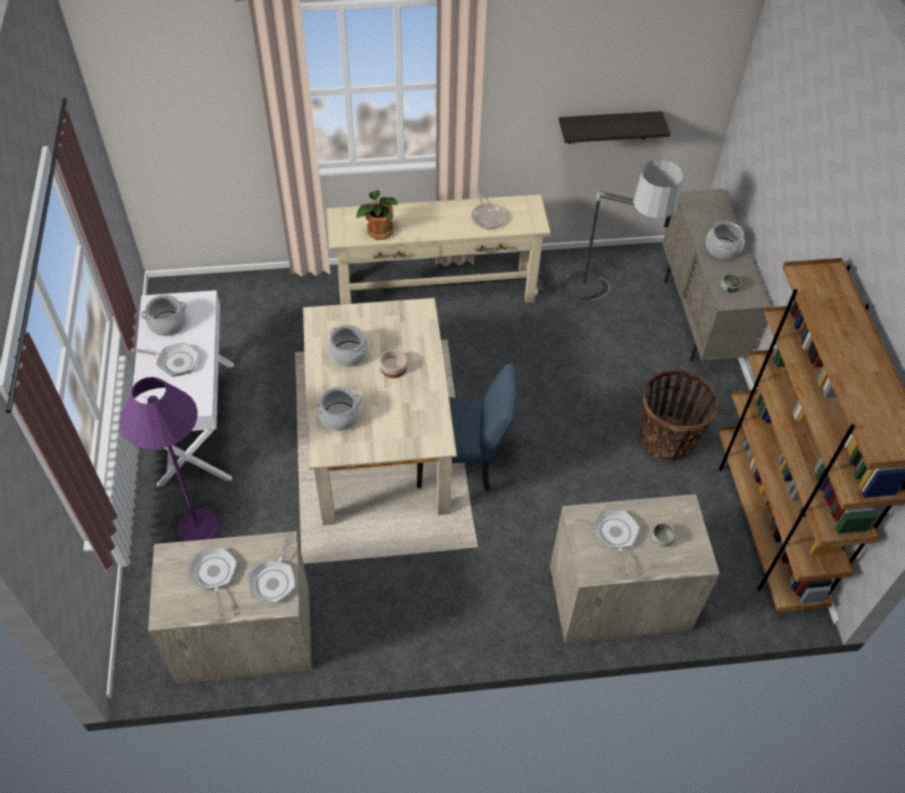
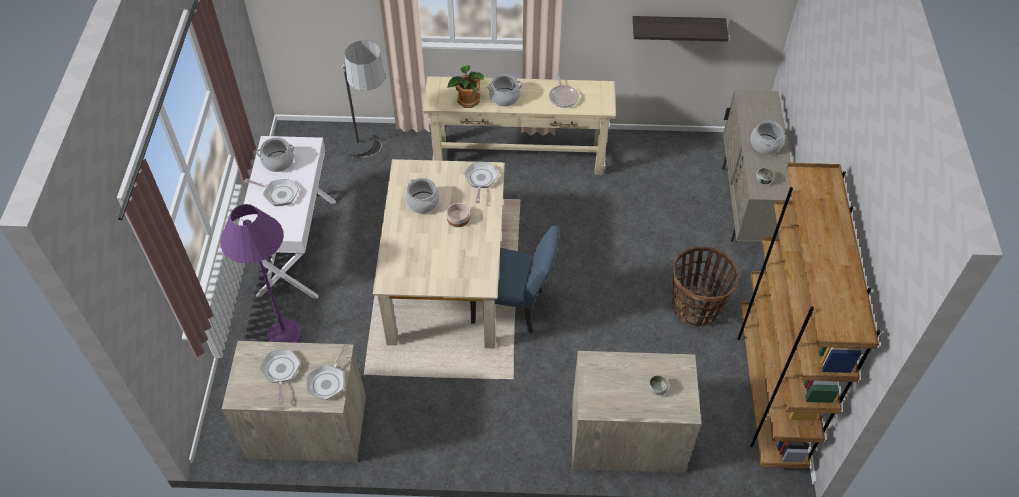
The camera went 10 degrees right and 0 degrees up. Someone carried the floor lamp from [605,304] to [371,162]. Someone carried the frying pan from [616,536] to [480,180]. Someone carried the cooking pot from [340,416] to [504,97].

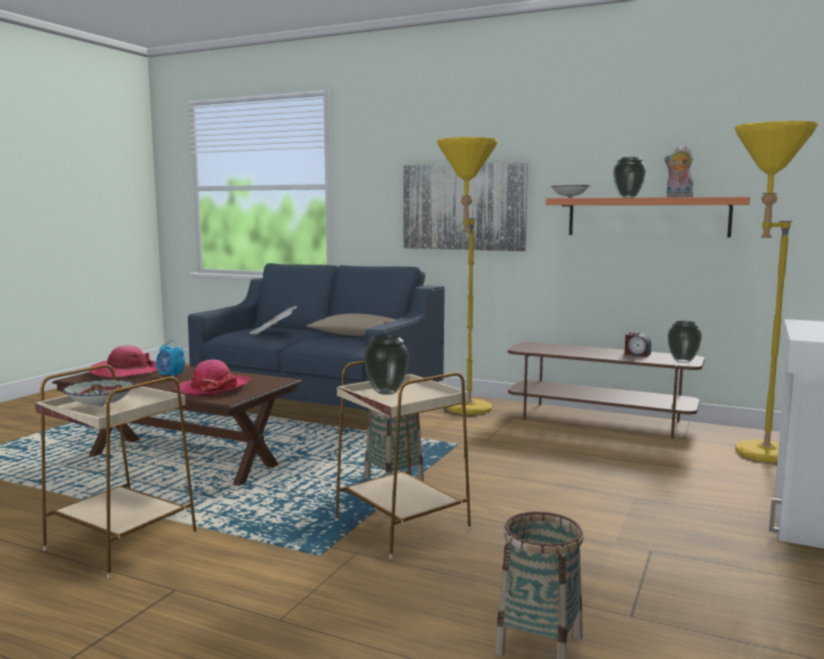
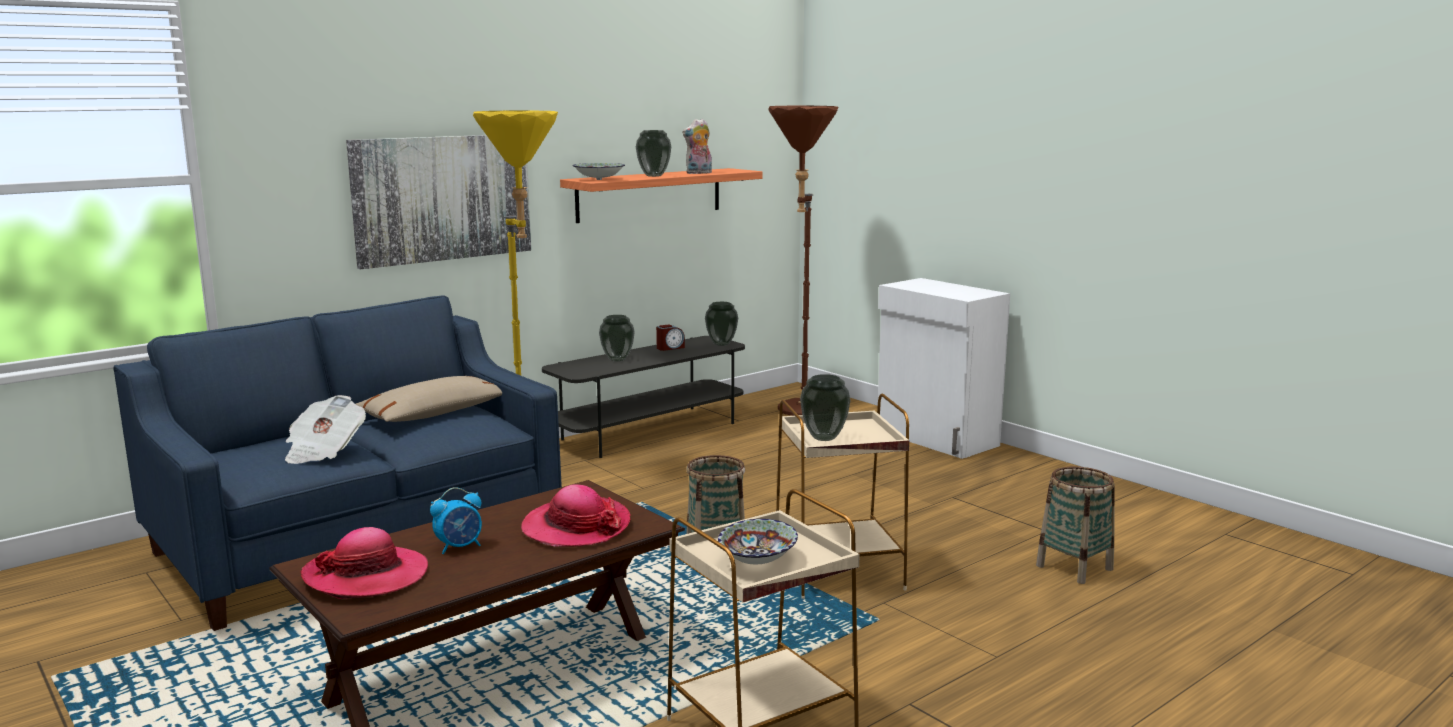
The camera went 65 degrees left and 5 degrees up. Someone repainted the tv stand (brown) at [601,420], which became the tv stand (grey) at [649,431]. Someone put down the vase at [617,360]. Someone repainted the floor lamp (yellow) at [753,453], which became the floor lamp (brown) at [799,413].

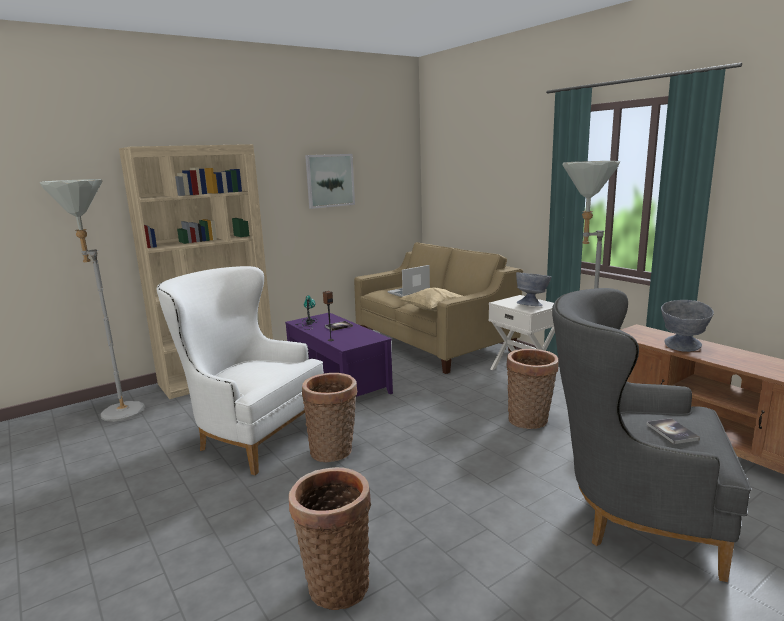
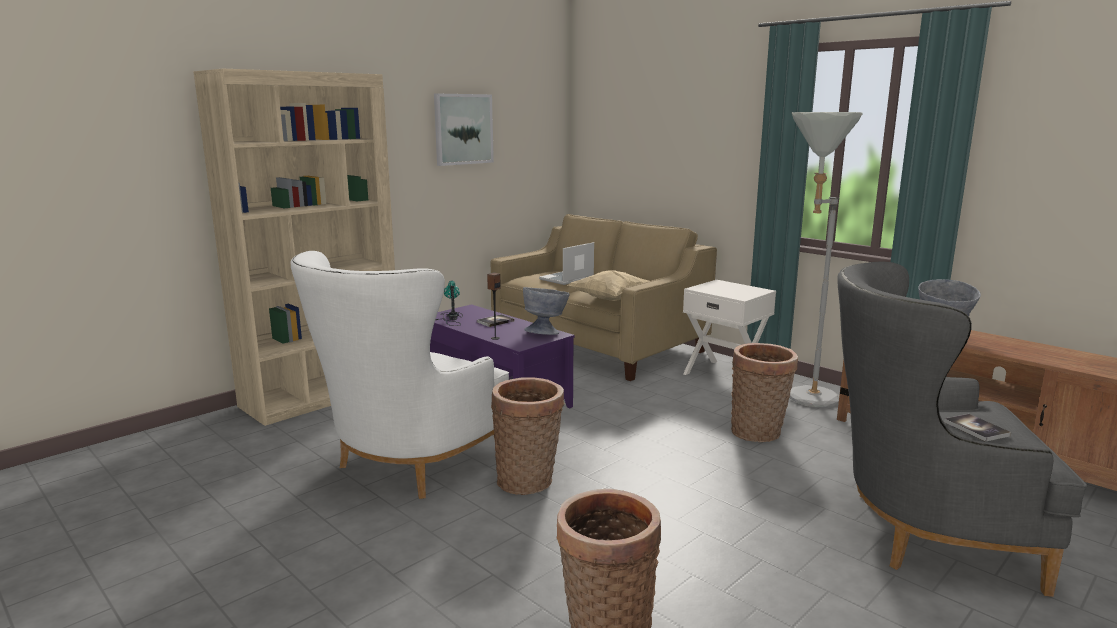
The camera went 10 degrees left and 0 degrees up. Someone rotated the armchair (white) at [250,435] by 75 degrees counterclockwise. Someone carried the bowl (grey) from [532,305] to [546,332]. Someone took away the floor lamp (grey) at [117,411].

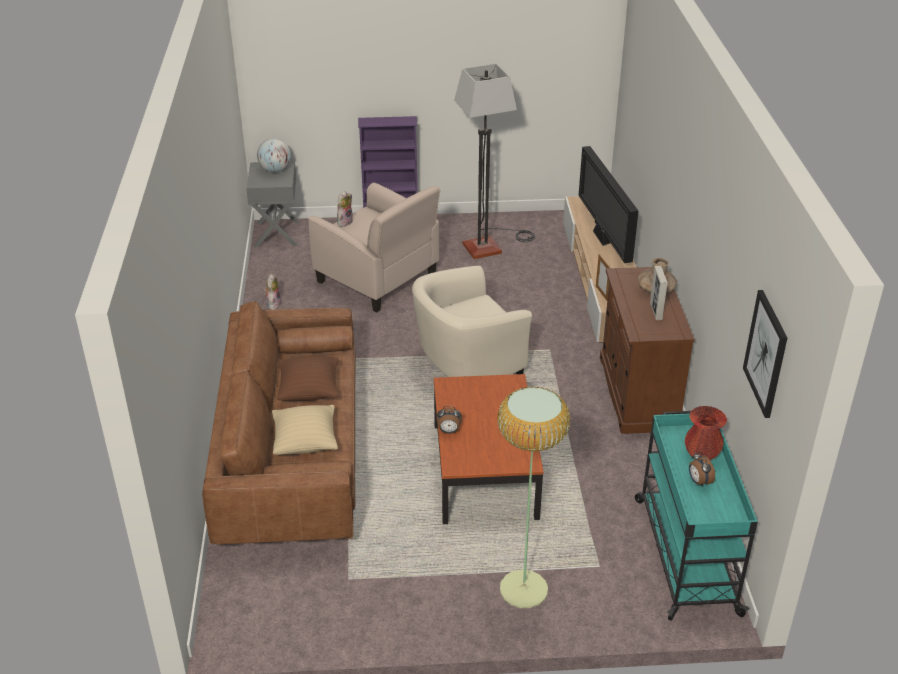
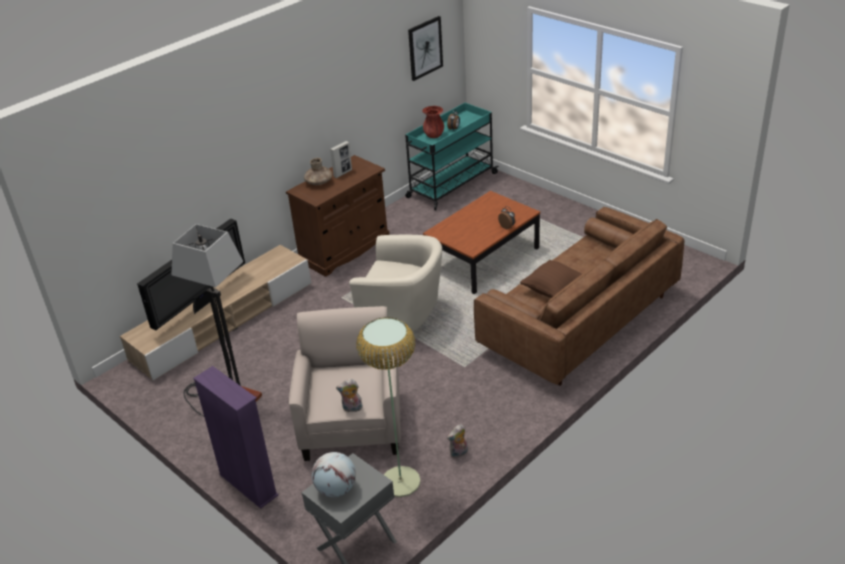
The camera went 130 degrees left and 0 degrees up. Someone carried the floor lamp from [523,589] to [401,481]. Someone took away the pillow (beige) at [305,443]. Someone took away the picture frame at [601,293].

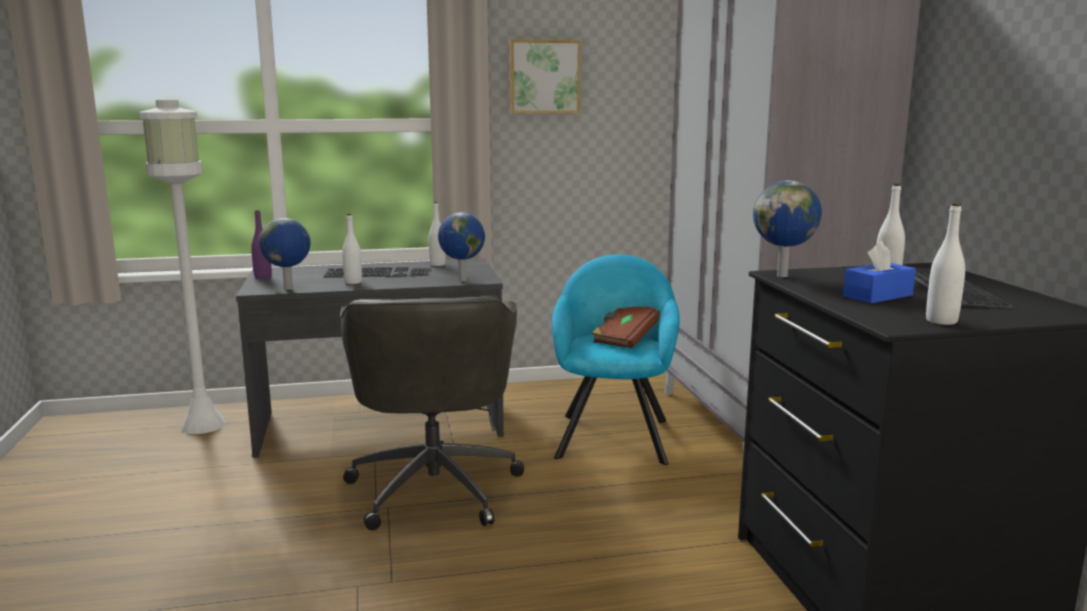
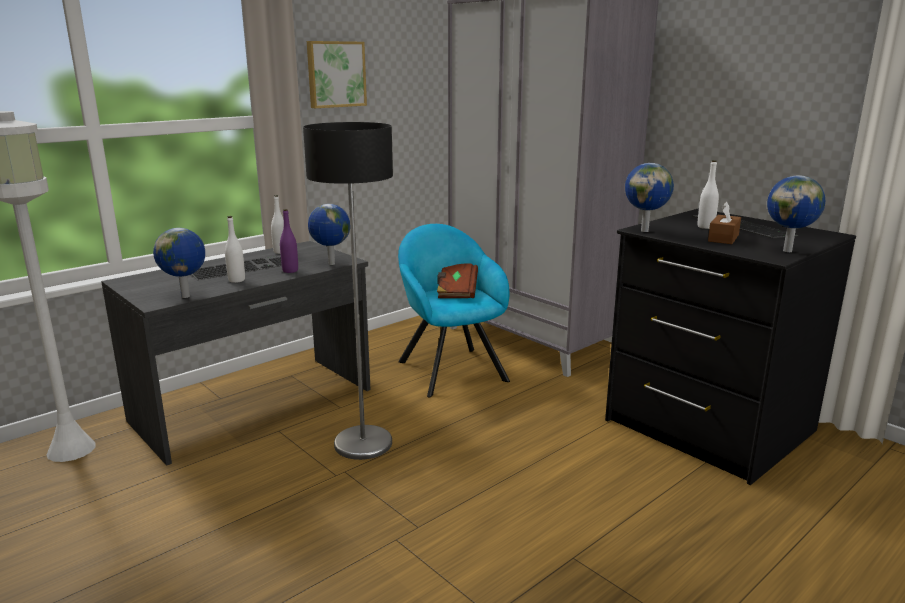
The camera went 30 degrees left and 5 degrees up. Someone carried the bottle (purple) from [263,277] to [290,271]. Someone swapped the office chair (grey) at [434,486] for the floor lamp at [363,444]. Someone repainted the tissue box (blue) at [877,296], which became the tissue box (brown) at [723,238]. Someone swapped the bottle (white) at [941,321] for the globe at [788,251].

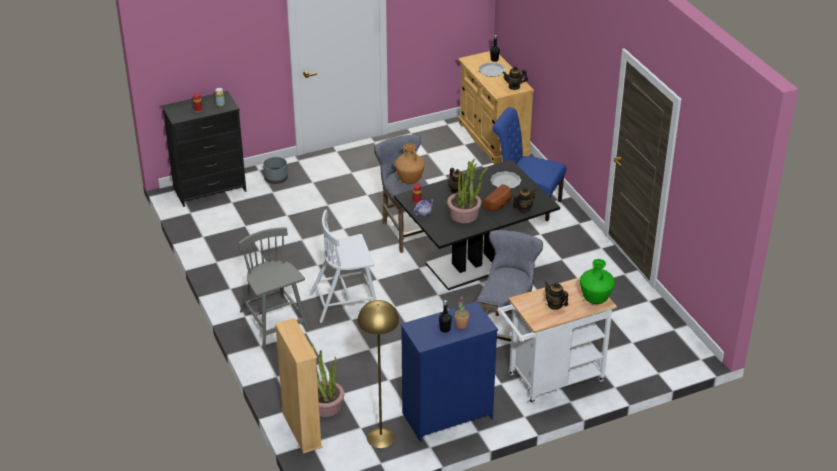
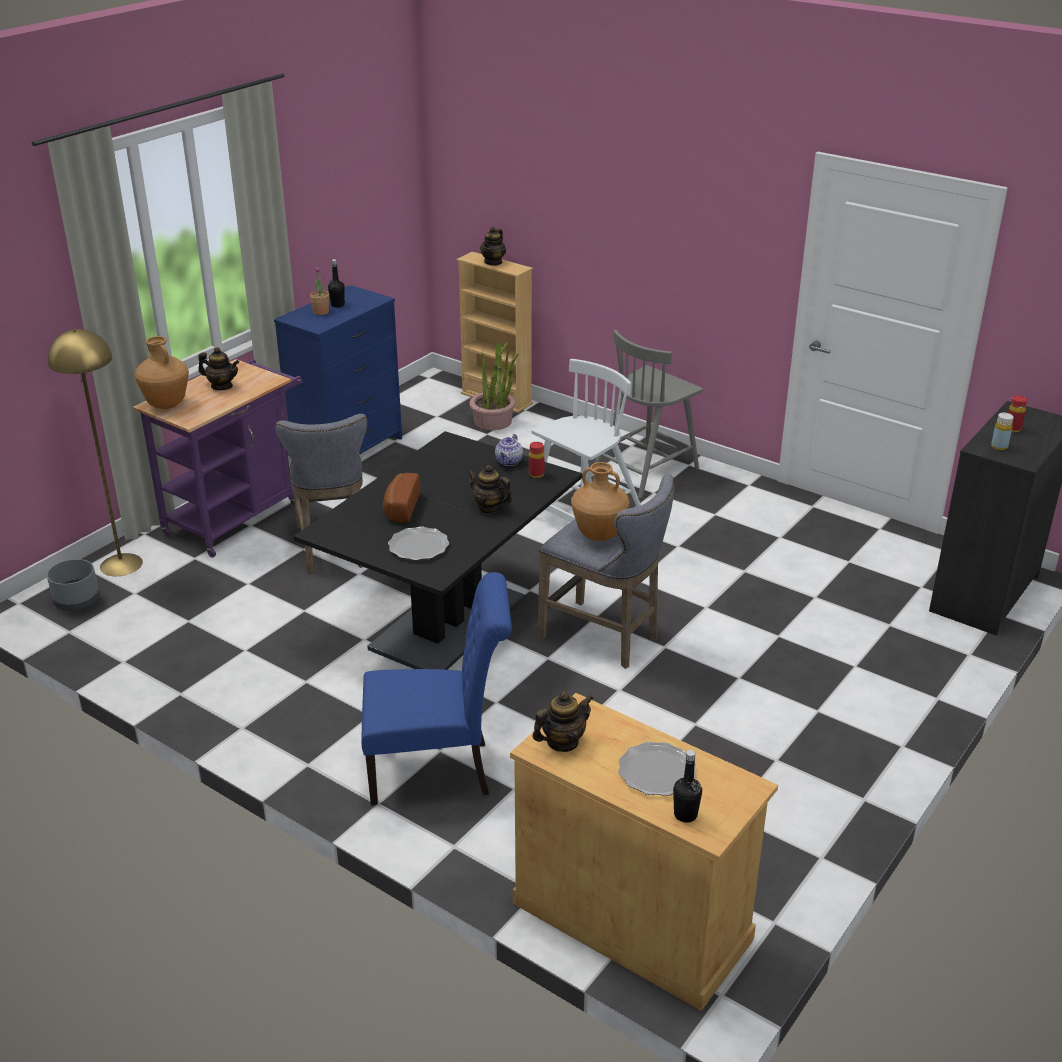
The camera went 150 degrees right and 5 degrees down. Someone carried the planter (grey) from [276,179] to [76,601]. Someone carried the floor lamp (yellow) from [381,437] to [121,564]. Someone repainted the cart (white) at [550,380], which became the cart (purple) at [238,516]. Someone repainted the vase (green) at [595,299], which became the vase (brown) at [167,405]. Someone carried the teapot from [523,209] to [493,262]. Someone rotated the chair (grey) at [274,322] by 105 degrees clockwise. Someone took away the potted plant at [464,214].

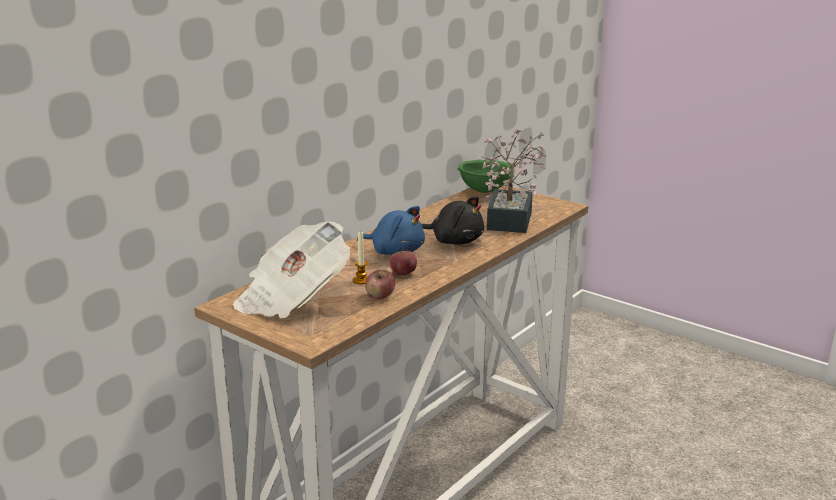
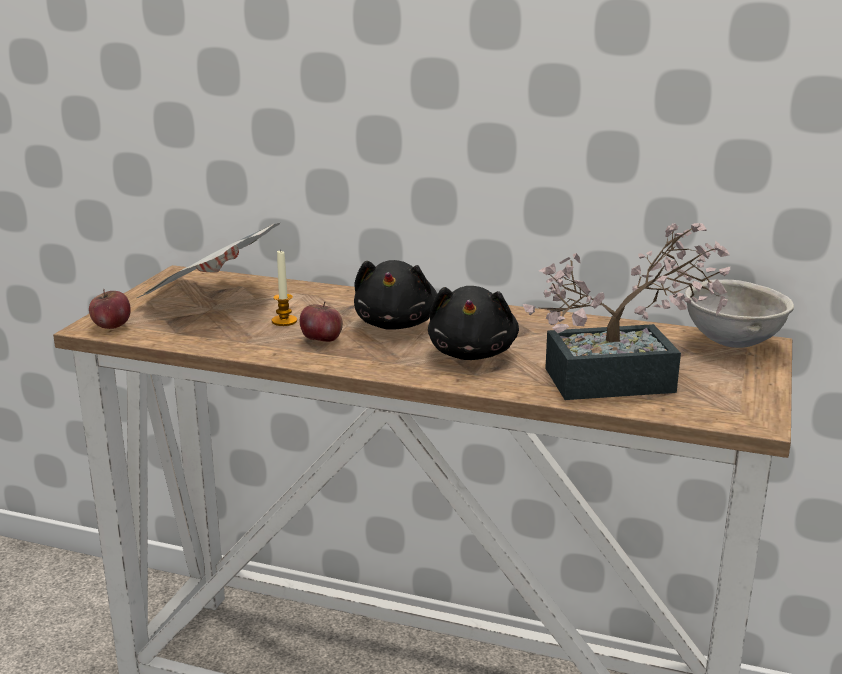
The camera went 70 degrees right and 0 degrees up. Someone carried the apple from [380,296] to [111,326]. Someone repainted the plush toy (blue) at [395,252], which became the plush toy (black) at [397,324]. Someone repainted the bowl (green) at [484,191], which became the bowl (grey) at [734,343].

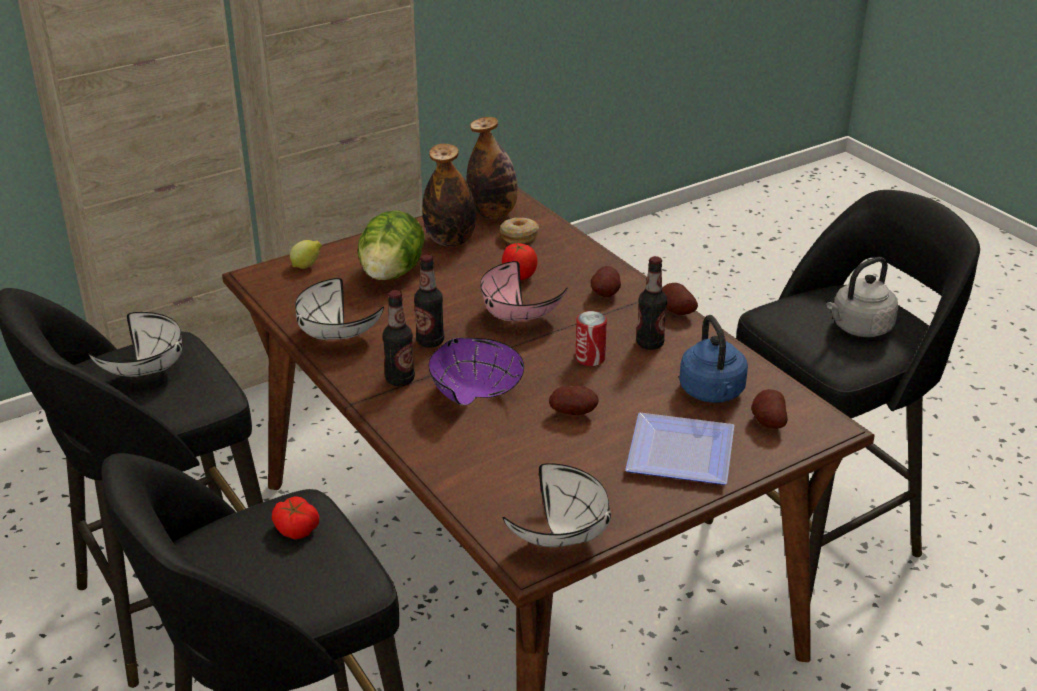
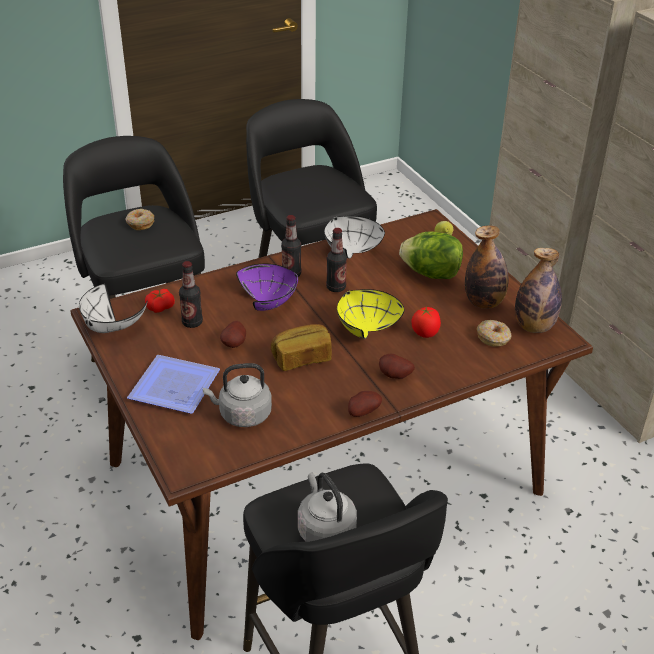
The camera went 95 degrees right and 5 degrees up. Someone put down the donut at [140,223]. Someone carried the tomato from [296,528] to [160,307]. Someone carried the bottle from [650,343] to [192,322]. Someone repainted the kettle (blue) at [713,393], which became the kettle (grey) at [242,415]. Someone swapped the can at [590,358] for the bread at [301,358]. Someone repainted the bowl (pink) at [517,317], which became the bowl (yellow) at [363,328]. Someone took away the bowl (white) at [149,369]. Someone took away the potato at [766,423].

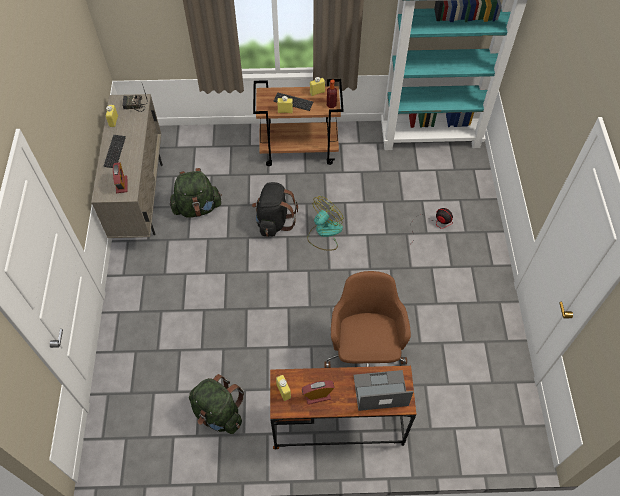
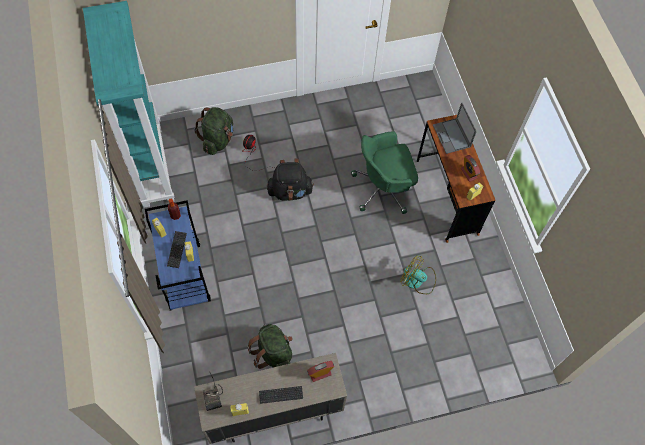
The camera went 105 degrees left and 5 degrees up. Someone repainted the cart (brown) at [299,149], which became the cart (blue) at [184,275]. Someone carried the backpack (green) from [218,413] to [218,140]. Someone carried the backpack (black) from [274,221] to [290,191]. Someone repainted the office chair (brown) at [364,351], which became the office chair (green) at [383,188]. Someone carried the fan from [324,233] to [417,280].

